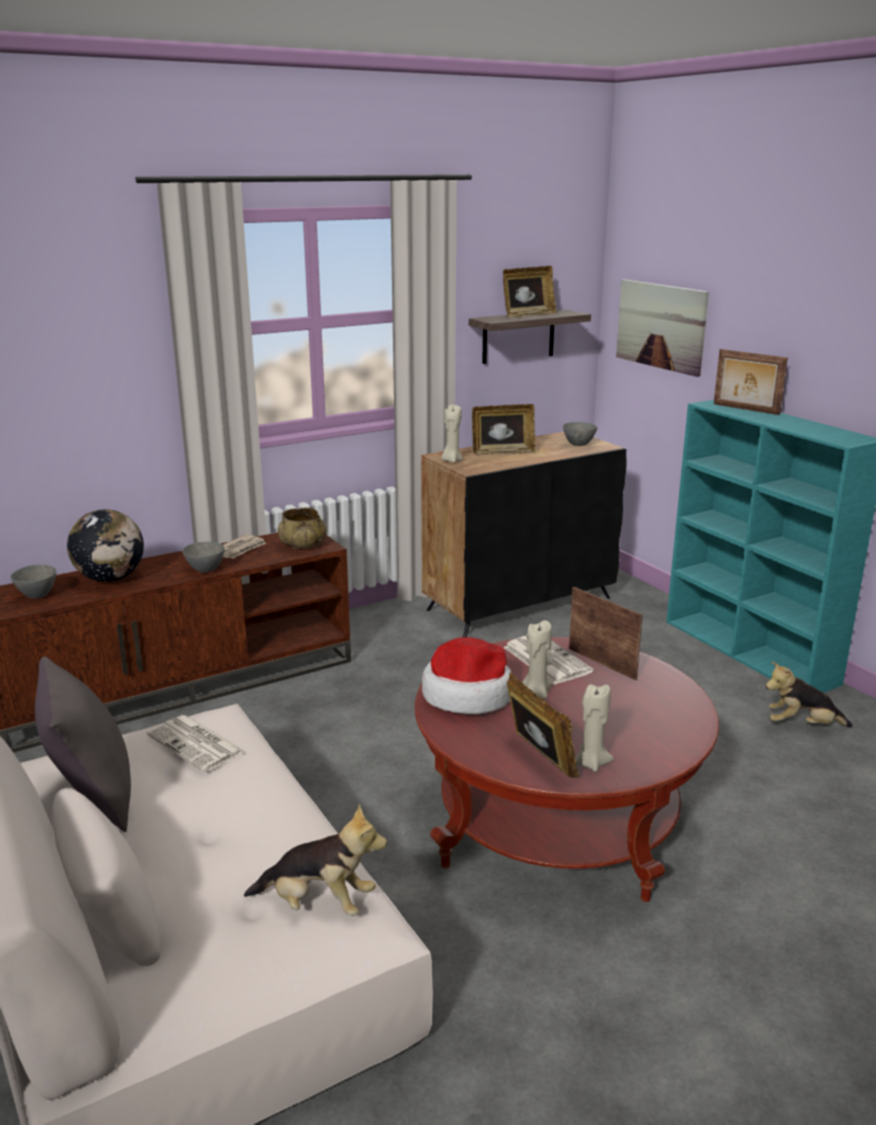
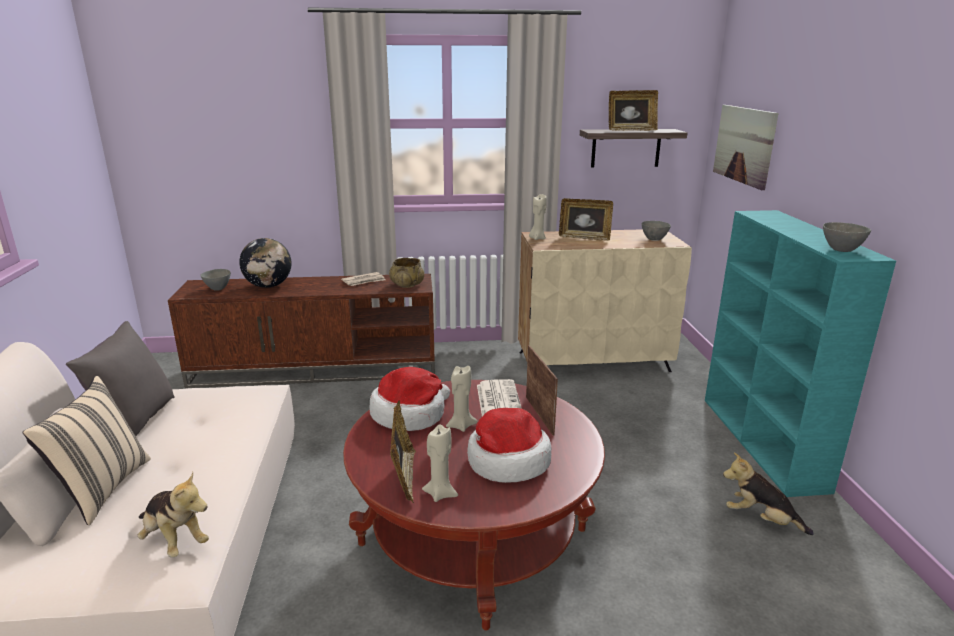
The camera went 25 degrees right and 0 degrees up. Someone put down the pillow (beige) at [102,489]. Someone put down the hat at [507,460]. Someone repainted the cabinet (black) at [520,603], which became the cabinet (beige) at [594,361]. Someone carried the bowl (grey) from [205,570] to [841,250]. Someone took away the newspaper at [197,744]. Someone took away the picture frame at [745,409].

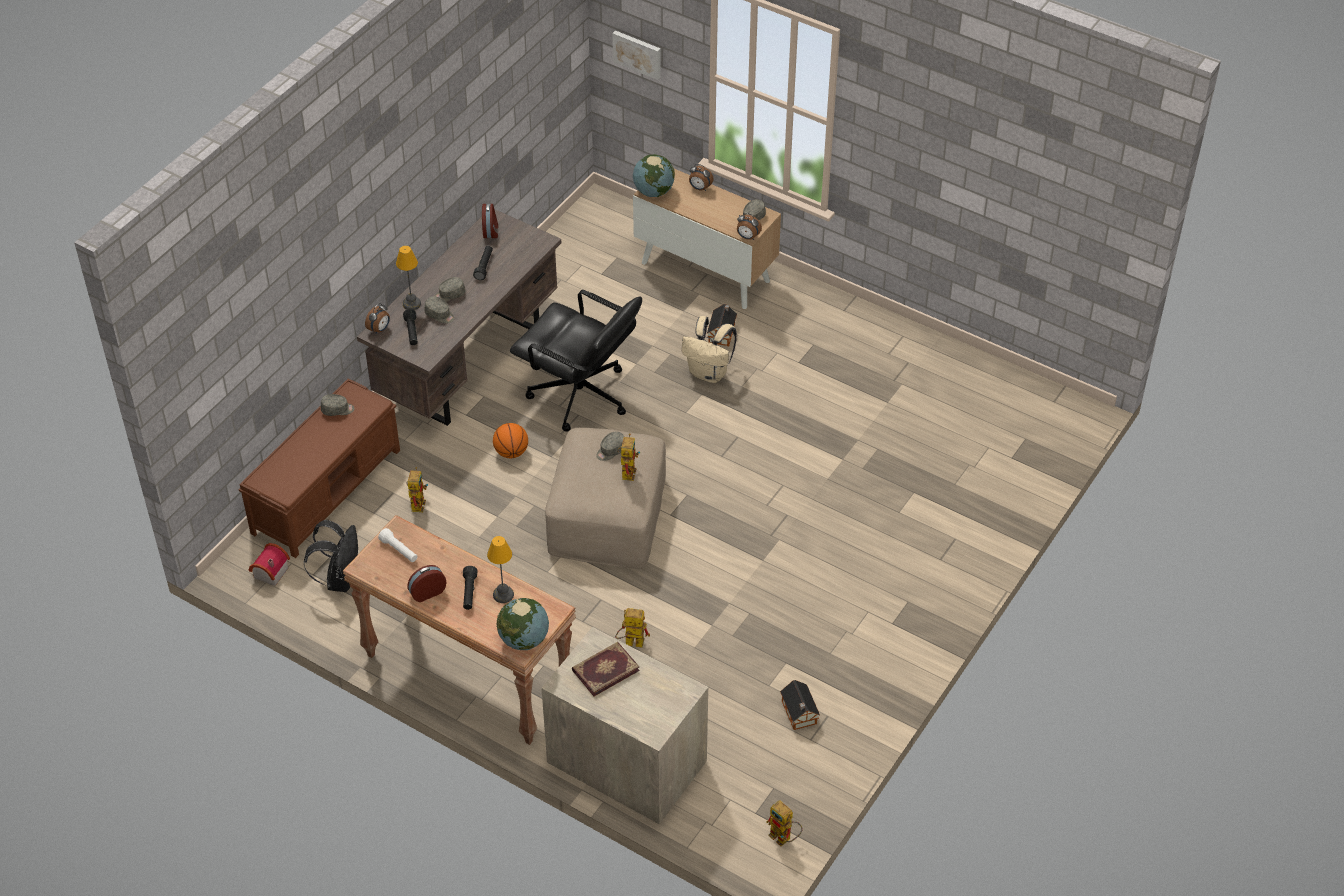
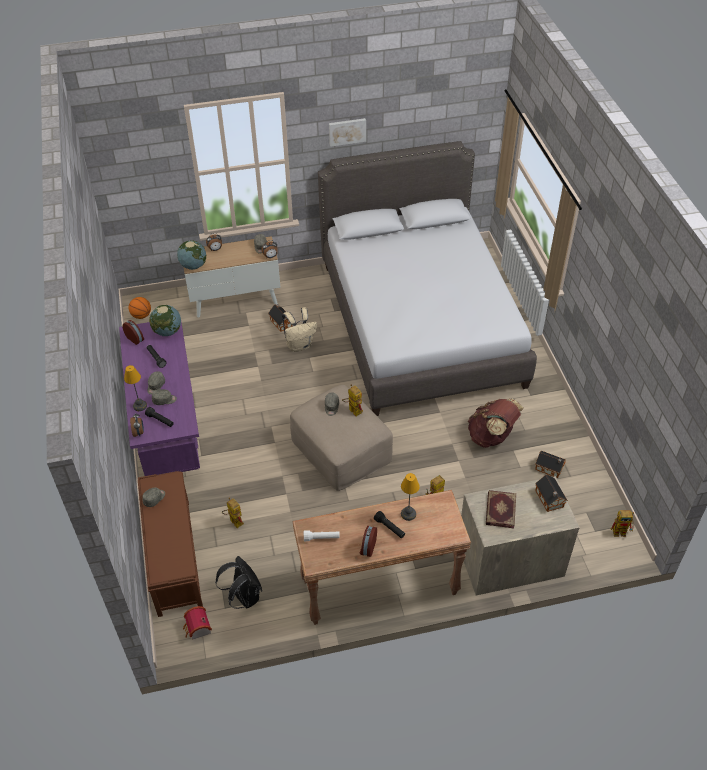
The camera went 45 degrees left and 0 degrees up. Someone repainted the desk (brown) at [468,363], which became the desk (purple) at [168,429]. Someone carried the basketball from [511,452] to [141,315]. Someone carried the globe from [524,640] to [167,331]. Someone put down the bed (grey) at [420,324]. Someone carried the picture from [638,53] to [347,131]. Someone put down the backpack (brown) at [491,437]. Someone put down the toy house at [549,500]. Someone took away the office chair (black) at [580,396].

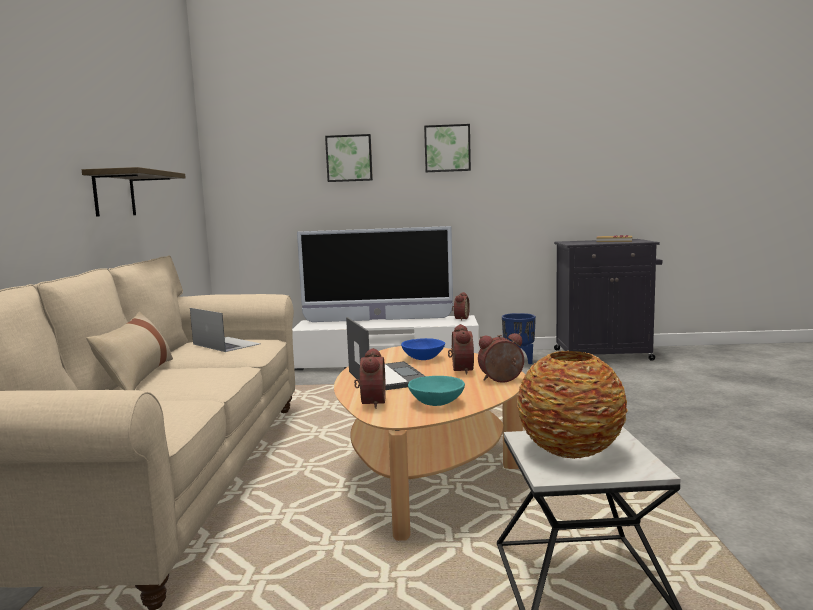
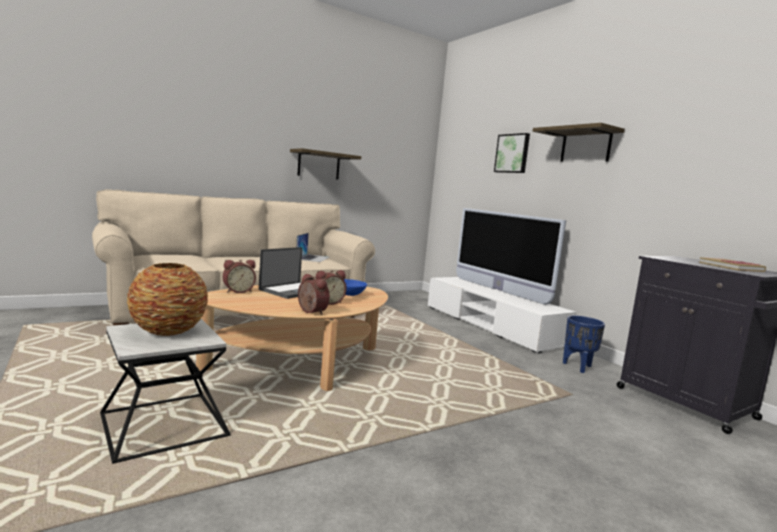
The camera went 55 degrees right and 0 degrees up. Someone swapped the picture at [447,148] for the shelf at [585,146]. Someone took away the pillow (beige) at [138,376]. Someone took away the bowl (turquoise) at [436,403]. Someone took away the alarm clock at [460,318].

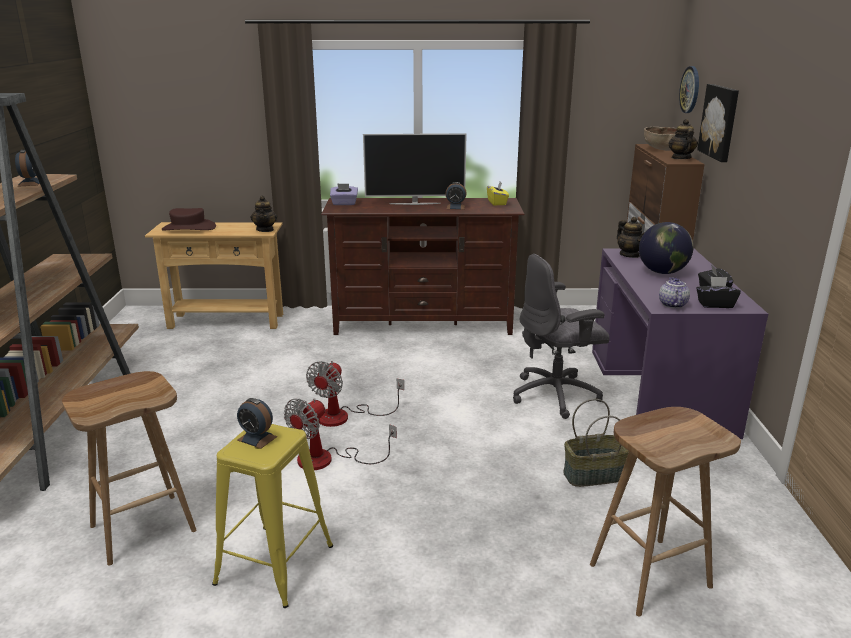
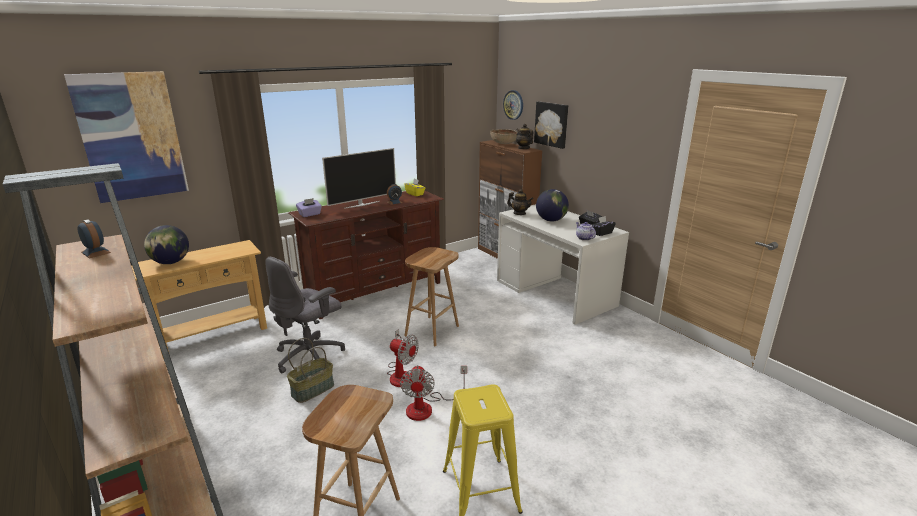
The camera went 35 degrees left and 0 degrees up. Someone put up the picture at [131,136]. Someone swapped the hat (brown) at [189,228] for the globe at [170,262]. Someone carried the office chair (grey) from [556,395] to [310,356]. Someone carried the basket from [594,475] to [312,389]. Someone rotated the fan at [344,416] by 45 degrees counterclockwise. Someone carried the stool (brown) from [650,574] to [432,330]. Someone repainted the desk (purple) at [659,391], which became the desk (white) at [555,292]. Someone took away the alarm clock at [257,438]. Someone took away the teapot at [265,230].

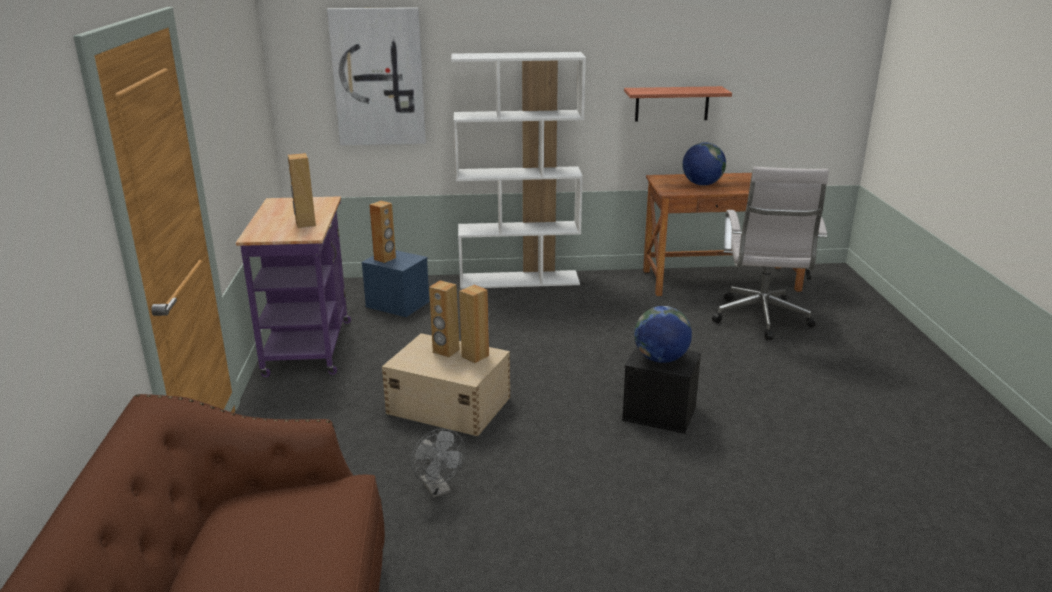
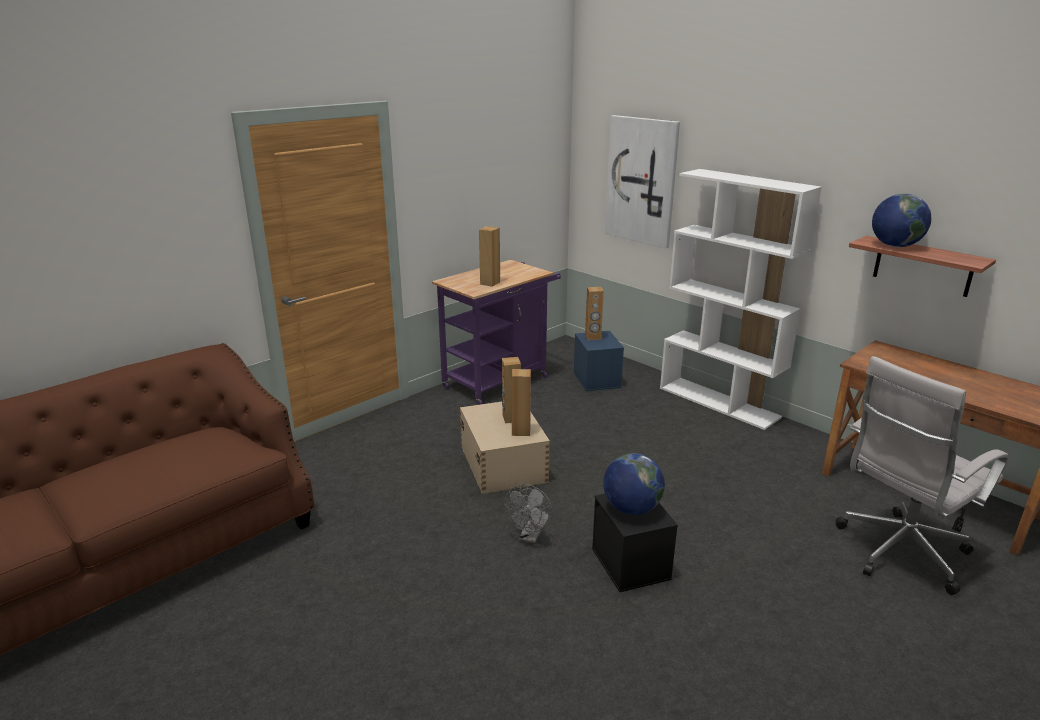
The camera went 50 degrees right and 0 degrees up. Someone carried the fan (grey) from [438,489] to [530,537]. Someone carried the globe from [702,184] to [895,246].

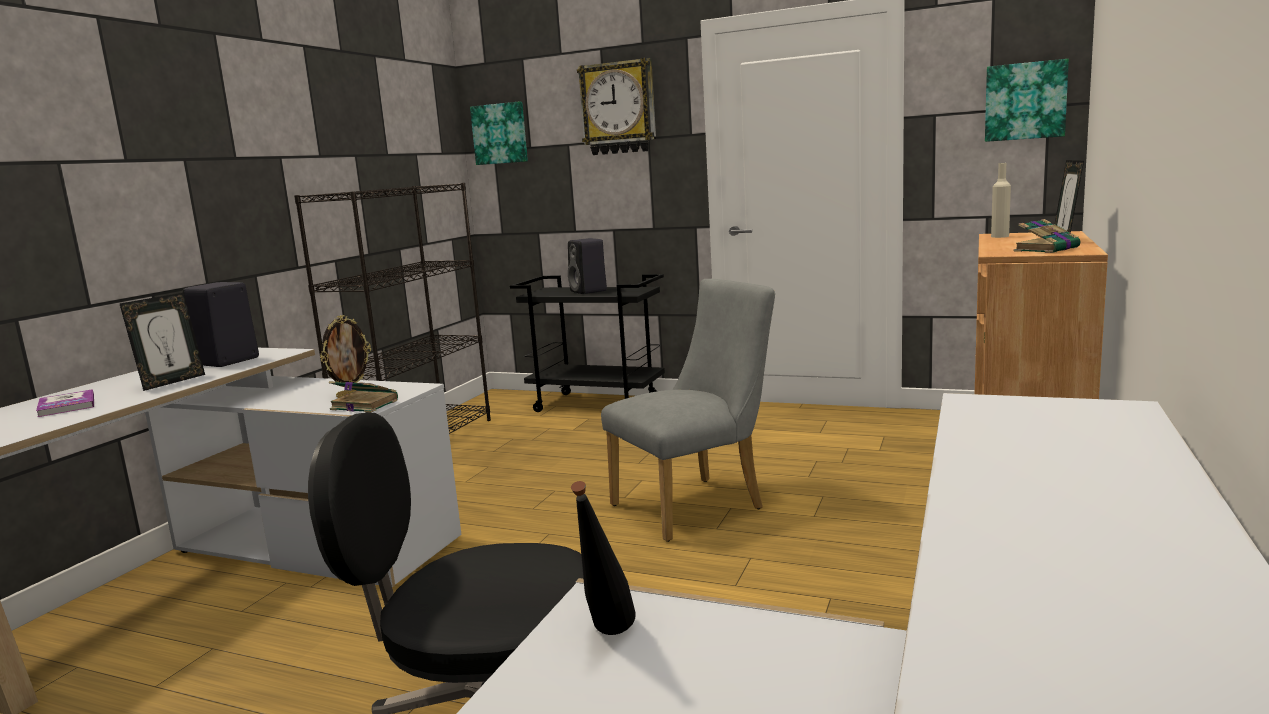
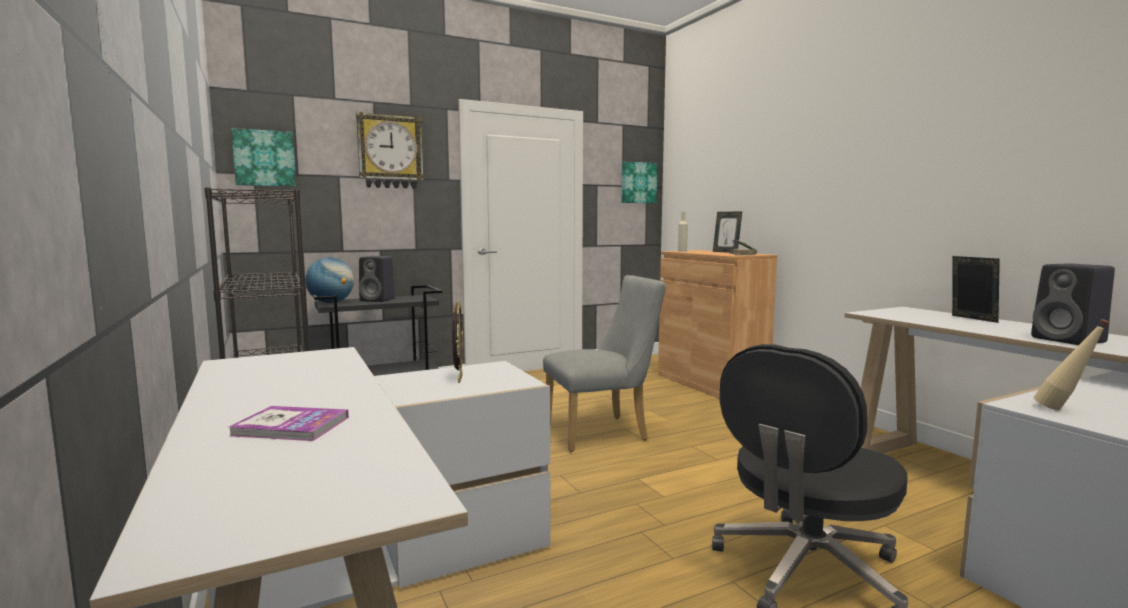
The camera went 50 degrees left and 5 degrees down. Someone put down the globe at [331,302]. Someone rotated the chair (grey) at [697,505] by 60 degrees clockwise. Someone carried the picture frame from [172,382] to [971,319]. Someone carried the speaker (black) from [225,362] to [1070,340]. Someone repainted the bottle (black) at [606,638], which became the bottle (beige) at [1063,411]. Someone took away the book at [363,405].

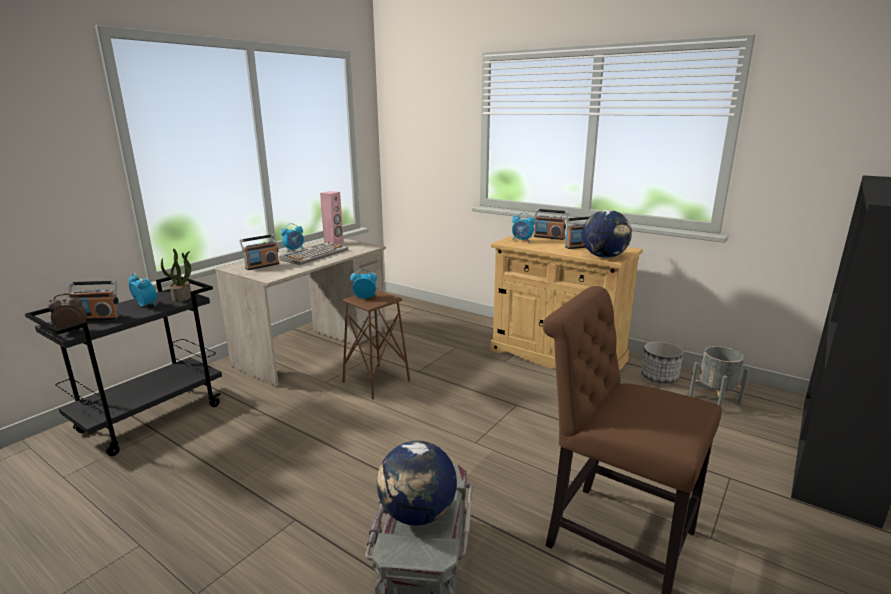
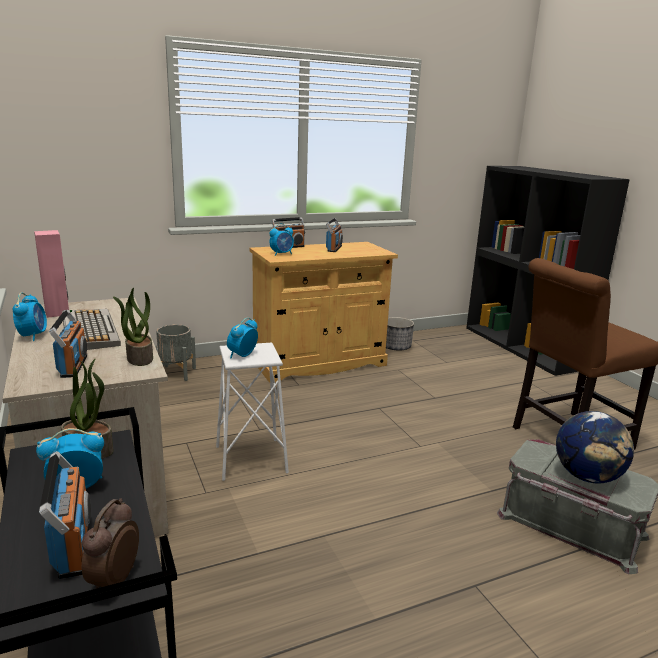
The camera went 60 degrees left and 0 degrees up. Someone rotated the radio at [98,318] by 45 degrees counterclockwise. Someone put down the potted plant at [139,358]. Someone carried the planter (grey) from [715,399] to [176,373]. Someone repainted the stool (brown) at [376,382], which became the stool (white) at [251,459]. Someone took away the globe at [604,257].

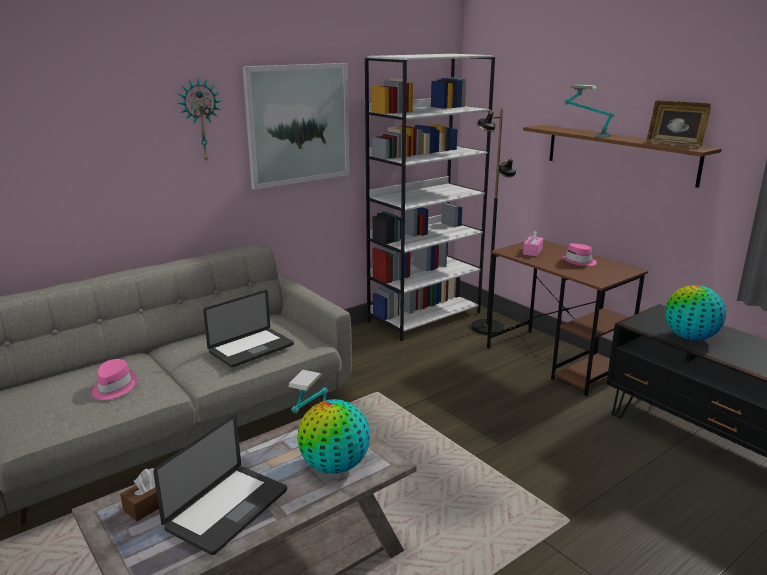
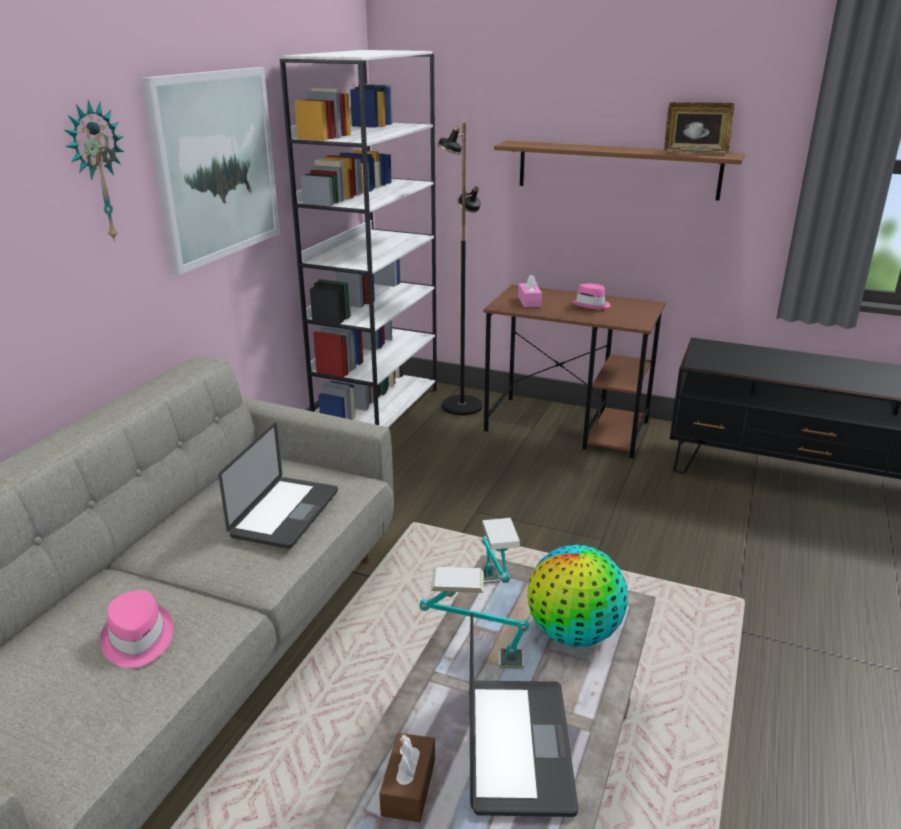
The camera went 30 degrees left and 5 degrees up. Someone carried the table lamp from [585,134] to [473,659]. Someone took away the globe at [690,337].

